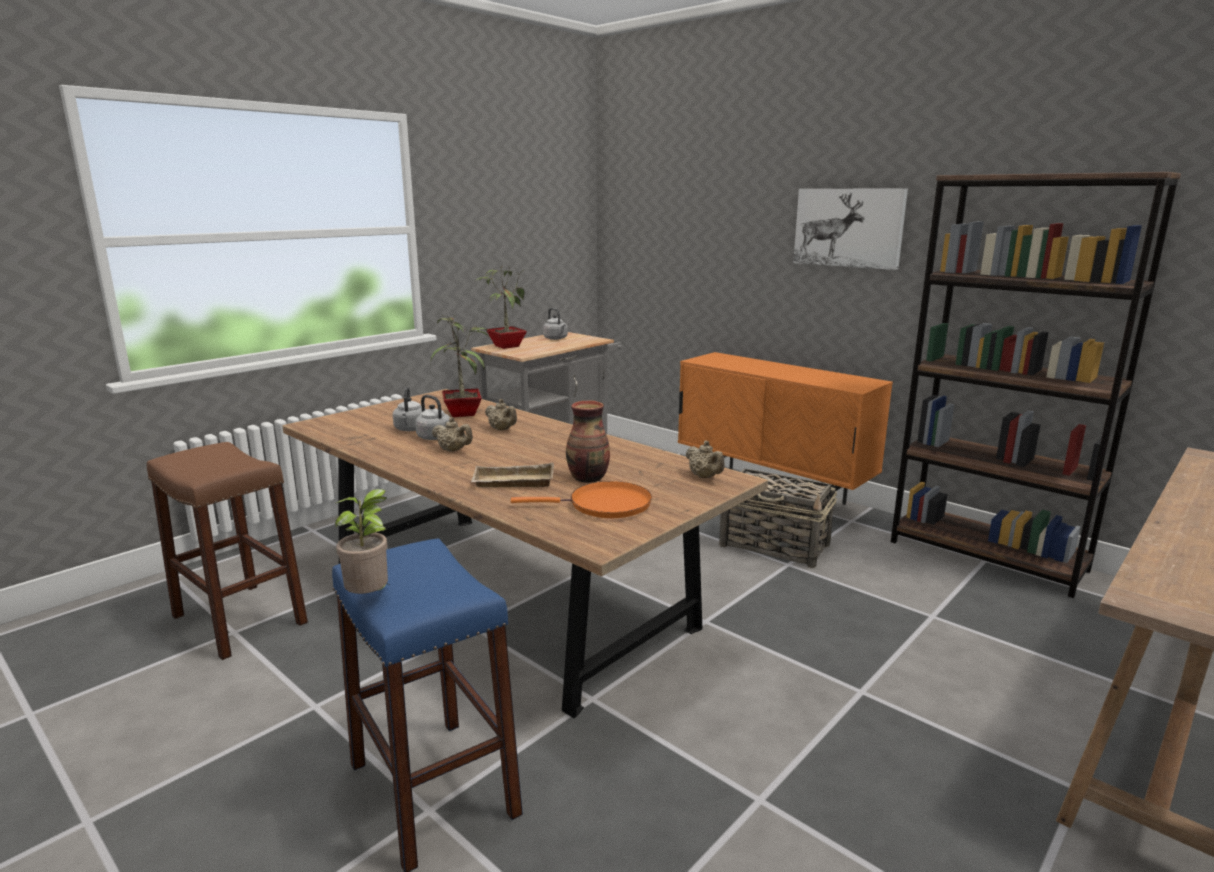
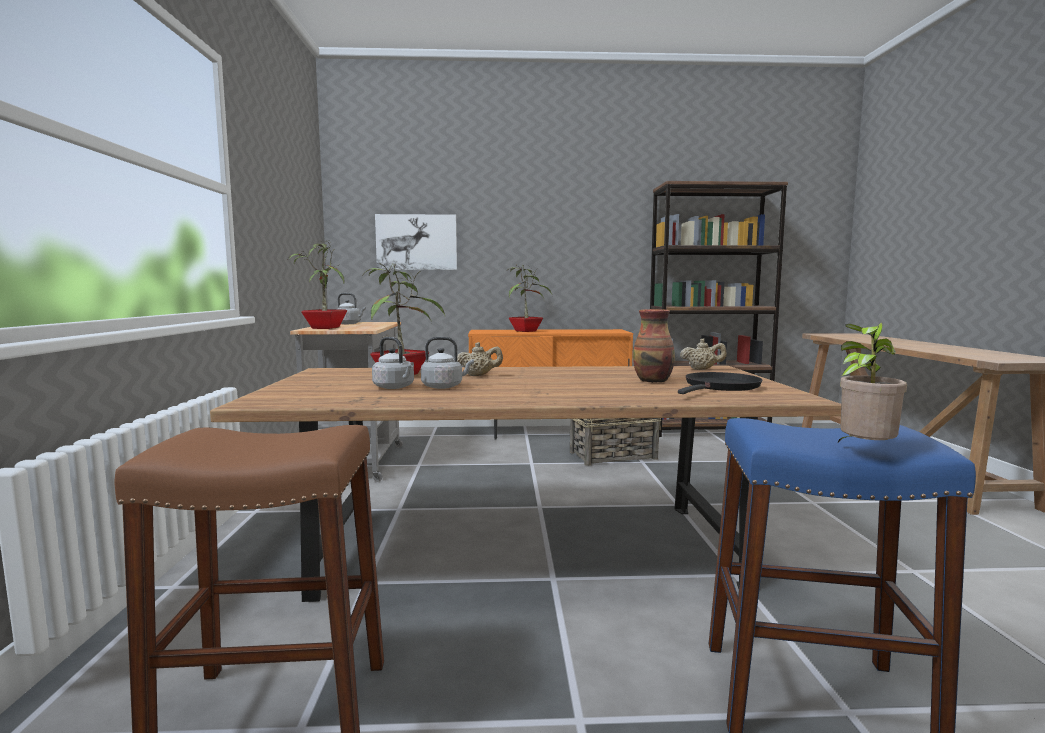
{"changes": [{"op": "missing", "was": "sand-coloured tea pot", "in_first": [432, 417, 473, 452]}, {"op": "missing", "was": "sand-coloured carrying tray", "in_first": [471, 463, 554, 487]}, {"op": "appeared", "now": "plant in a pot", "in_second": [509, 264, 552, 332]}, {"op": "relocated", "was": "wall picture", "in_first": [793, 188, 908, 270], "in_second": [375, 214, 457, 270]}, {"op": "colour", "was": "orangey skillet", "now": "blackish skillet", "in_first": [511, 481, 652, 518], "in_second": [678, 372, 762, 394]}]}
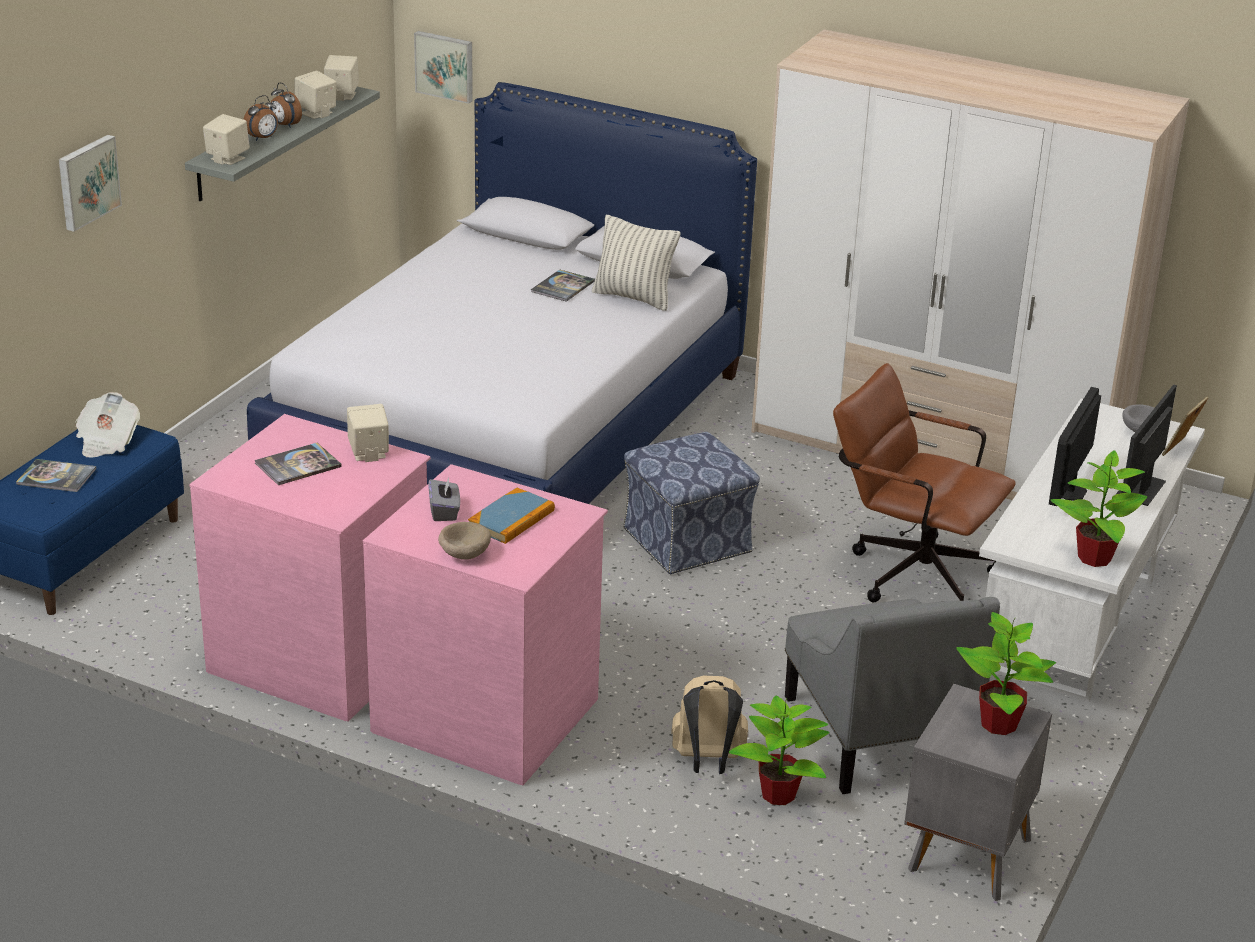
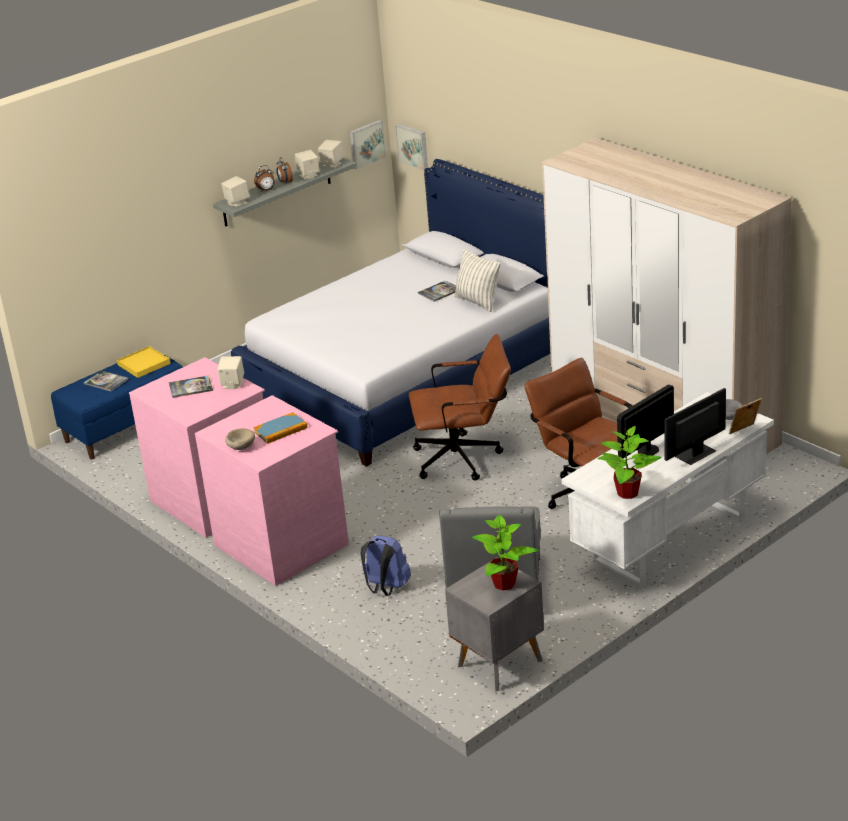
{"changes": [{"op": "missing", "was": "grey tissue box", "in_first": [428, 477, 460, 521]}, {"op": "missing", "was": "plant in a pot", "in_first": [729, 696, 830, 805]}, {"op": "relocated", "was": "wall picture", "in_first": [59, 135, 122, 232], "in_second": [350, 120, 386, 170]}, {"op": "exchanged", "was": "printed paper", "now": "yellow-coloured carrying tray", "in_first": [75, 392, 140, 458], "in_second": [117, 346, 171, 378]}, {"op": "exchanged", "was": "ottoman", "now": "brown computer chair", "in_first": [623, 432, 760, 574], "in_second": [409, 334, 511, 481]}, {"op": "colour", "was": "sand-coloured knapsack", "now": "blue-coloured knapsack", "in_first": [672, 675, 748, 774], "in_second": [360, 535, 411, 596]}]}
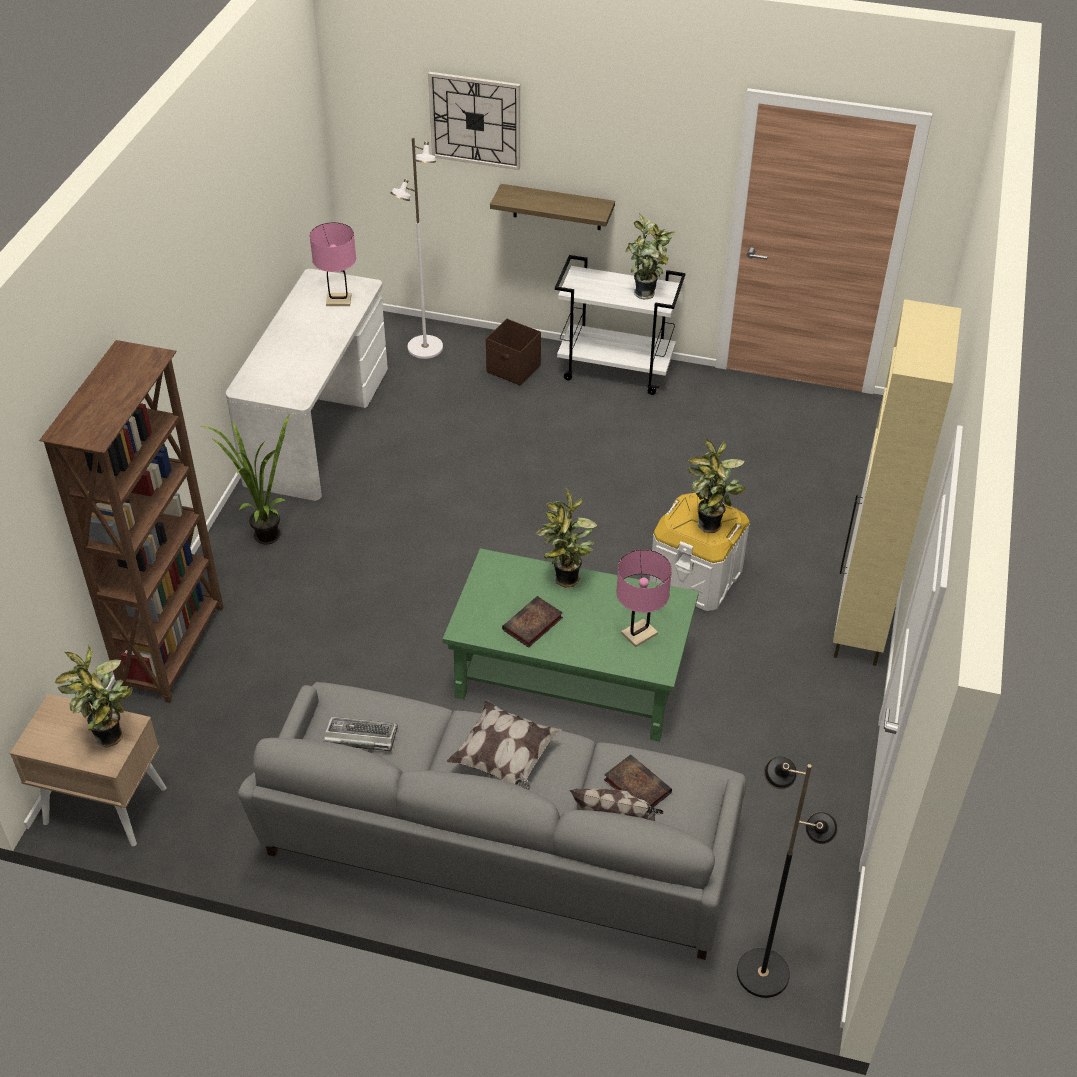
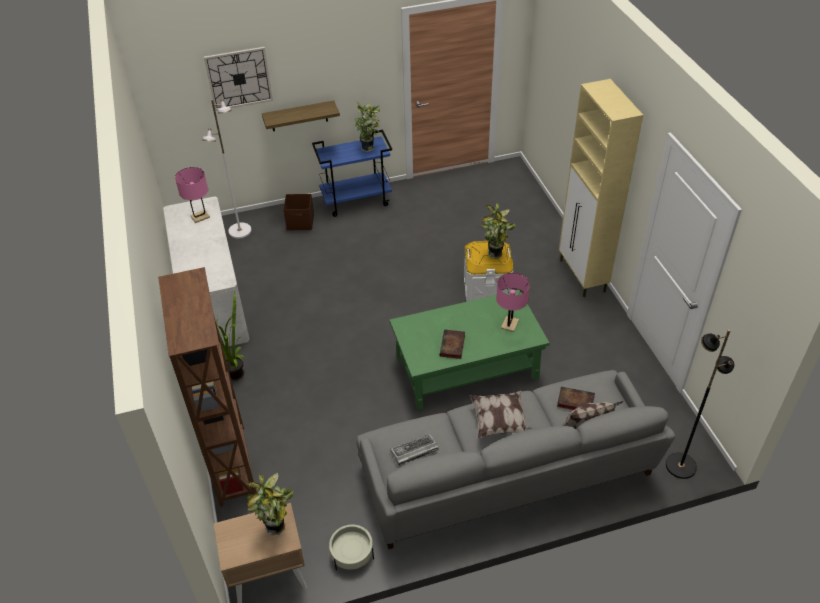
{"changes": [{"op": "missing", "was": "plant in a pot", "in_first": [535, 488, 597, 588]}, {"op": "appeared", "now": "sand-coloured plant pot", "in_second": [329, 524, 374, 570]}, {"op": "colour", "was": "whitish cart", "now": "blue-coloured cart", "in_first": [555, 255, 686, 395], "in_second": [312, 130, 392, 217]}]}
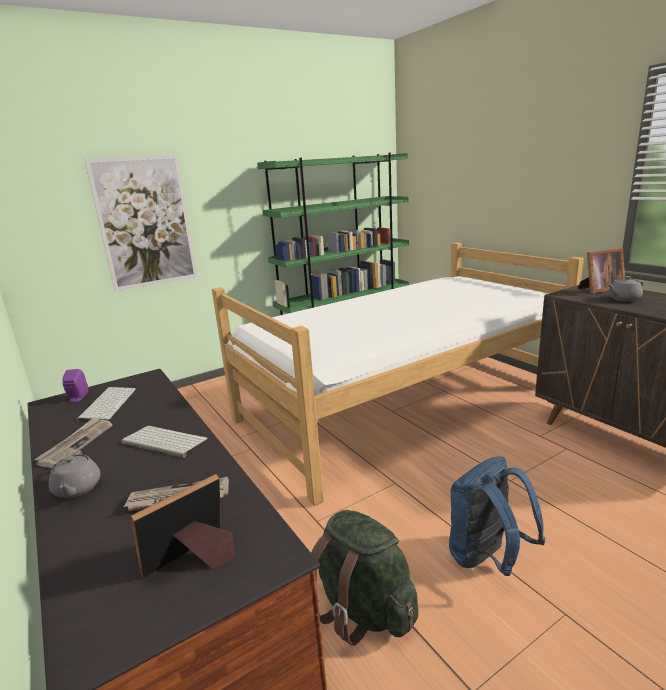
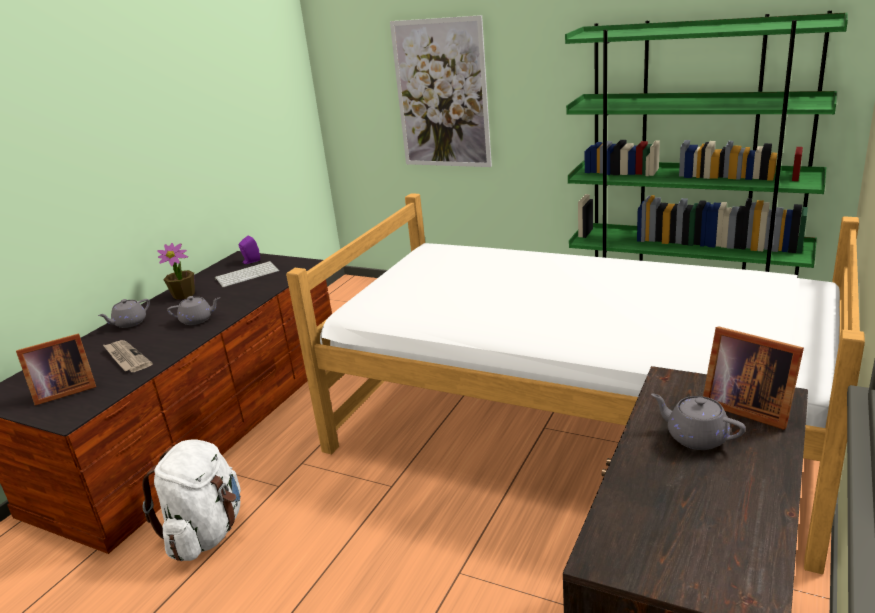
{"changes": [{"op": "missing", "was": "blue-coloured knapsack", "in_first": [449, 457, 545, 576]}, {"op": "exchanged", "was": "printed paper", "now": "plant in a pot", "in_first": [35, 417, 113, 468], "in_second": [157, 243, 195, 300]}, {"op": "exchanged", "was": "keyboard", "now": "grey tea pot", "in_first": [121, 426, 208, 458], "in_second": [167, 296, 220, 325]}, {"op": "colour", "was": "green-coloured knapsack", "now": "whitish knapsack", "in_first": [311, 510, 418, 646], "in_second": [142, 439, 241, 561]}, {"op": "spun", "was": "photo frame", "in_first": [131, 474, 236, 578], "in_second": [16, 333, 96, 406], "clockwise": 135}]}
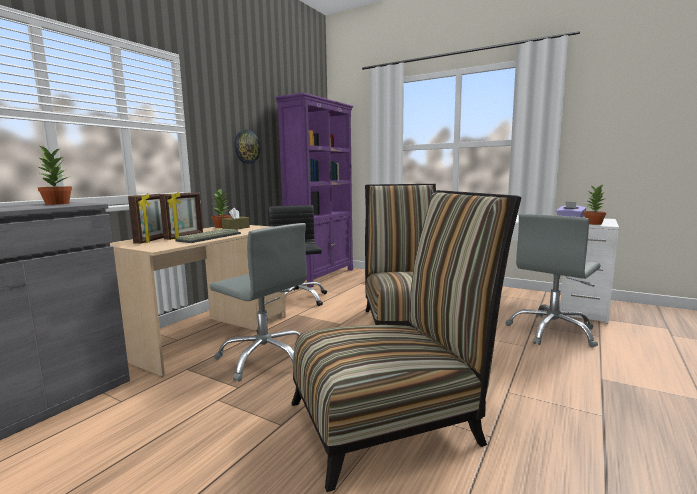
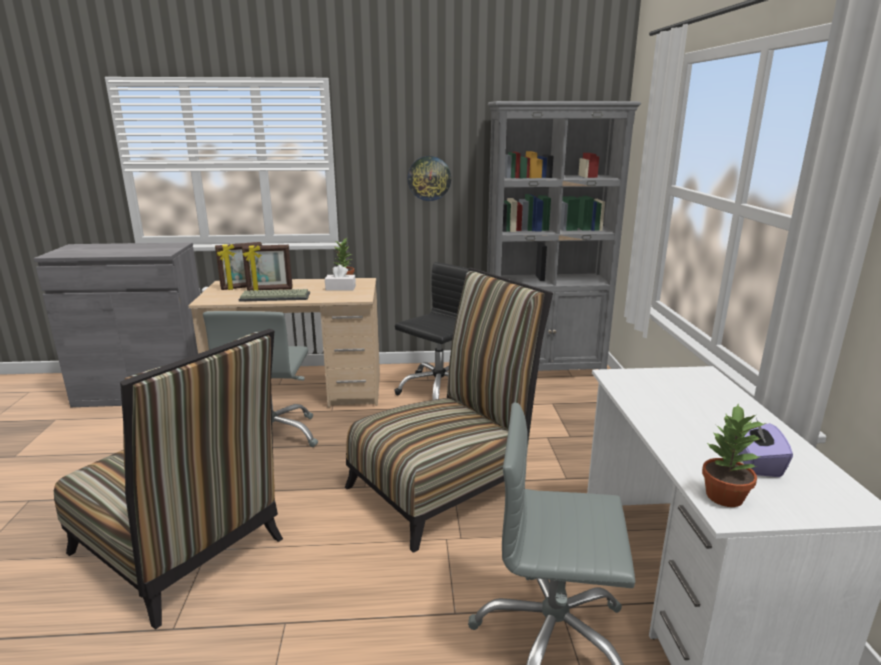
{"changes": [{"op": "missing", "was": "plant in a pot", "in_first": [36, 145, 72, 205]}, {"op": "colour", "was": "brown tissue box", "now": "whitish tissue box", "in_first": [222, 208, 250, 230], "in_second": [325, 265, 356, 291]}, {"op": "colour", "was": "purplish shelving unit", "now": "grey shelving unit", "in_first": [276, 93, 353, 287], "in_second": [487, 101, 641, 371]}]}
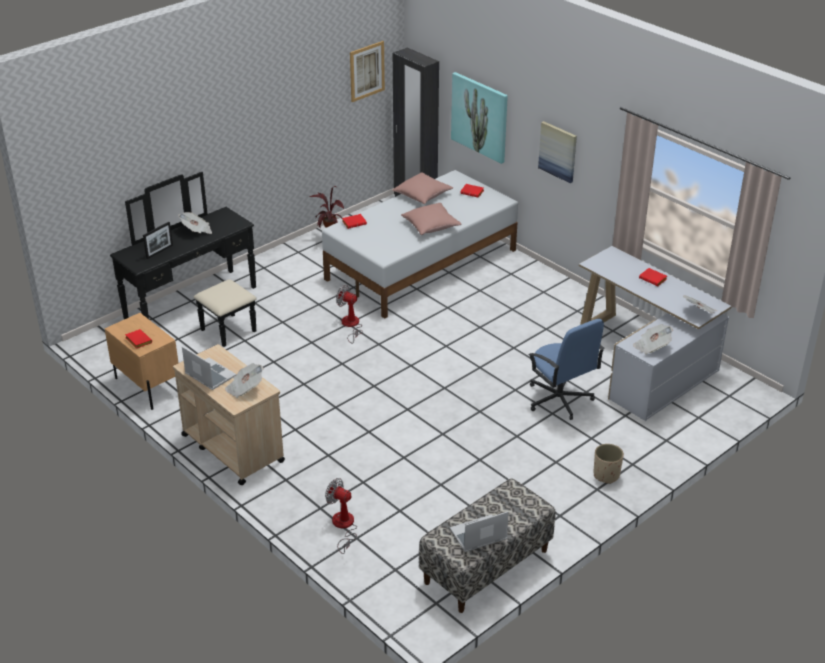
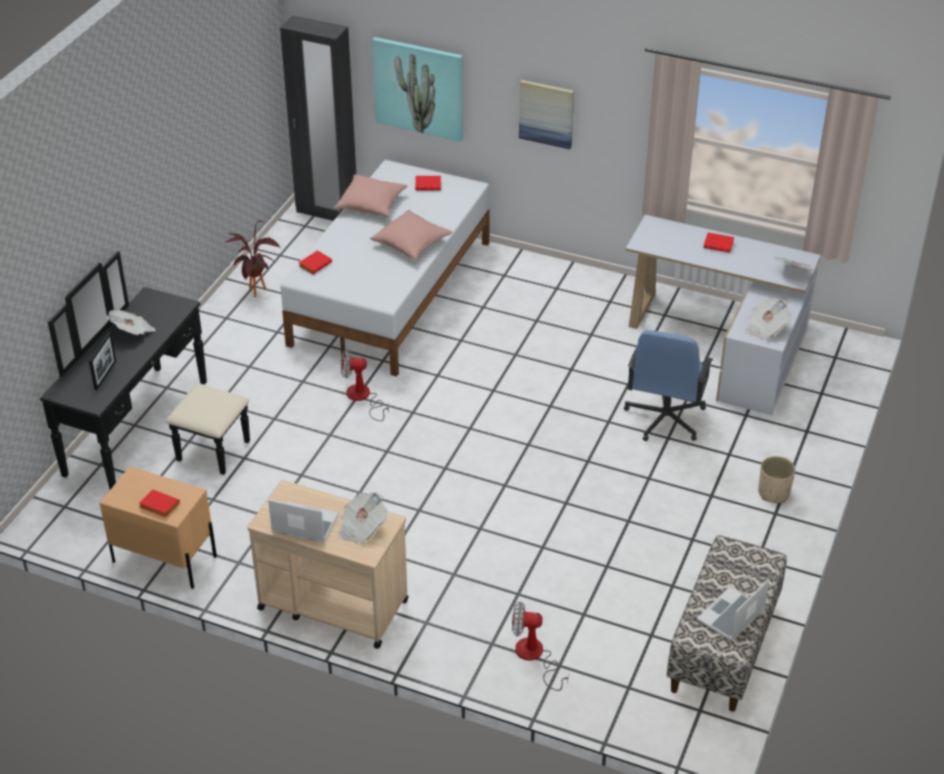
{"changes": [{"op": "missing", "was": "wall picture", "in_first": [350, 41, 385, 102]}, {"op": "spun", "was": "blue-coloured computer chair", "in_first": [528, 319, 605, 420], "in_second": [624, 330, 713, 441], "clockwise": 75}]}
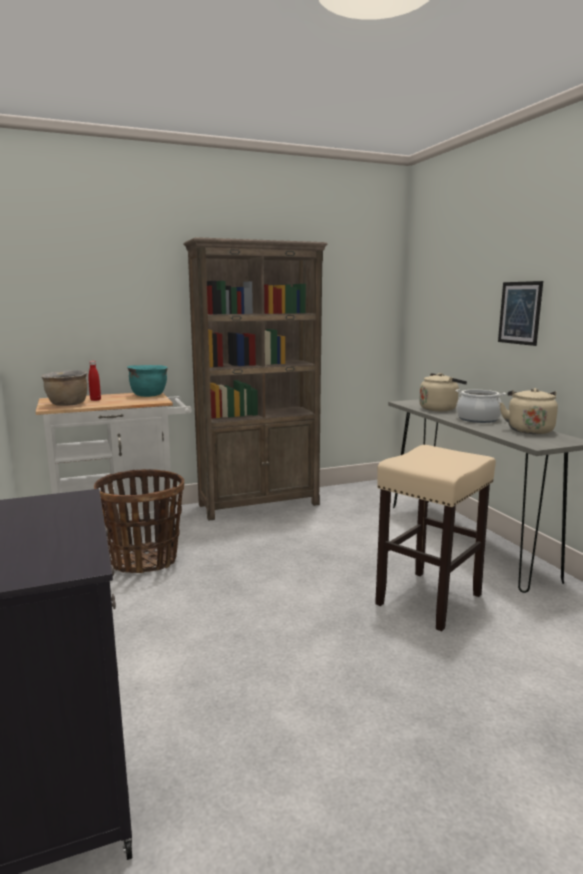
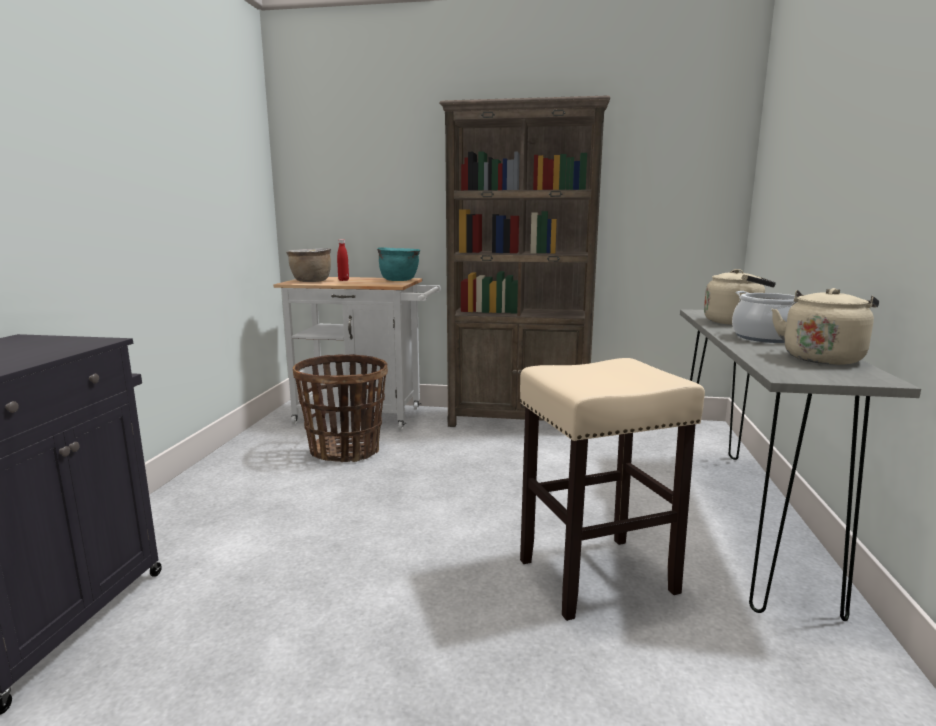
{"changes": [{"op": "missing", "was": "wall picture", "in_first": [498, 281, 543, 346]}]}
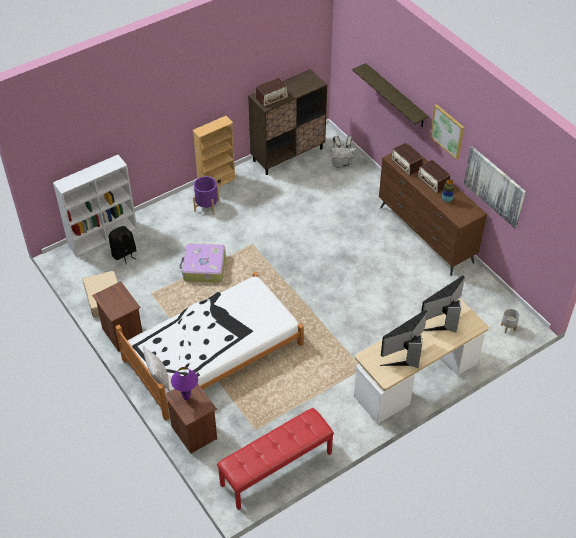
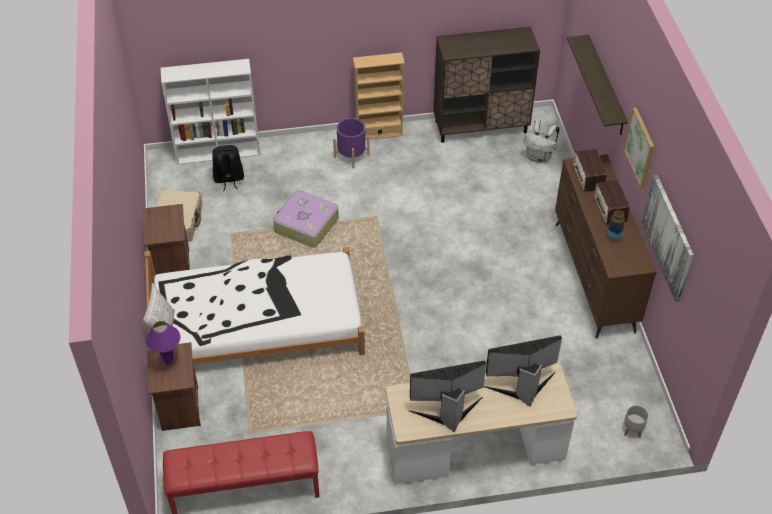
{"changes": [{"op": "missing", "was": "radio", "in_first": [255, 78, 288, 107]}]}
